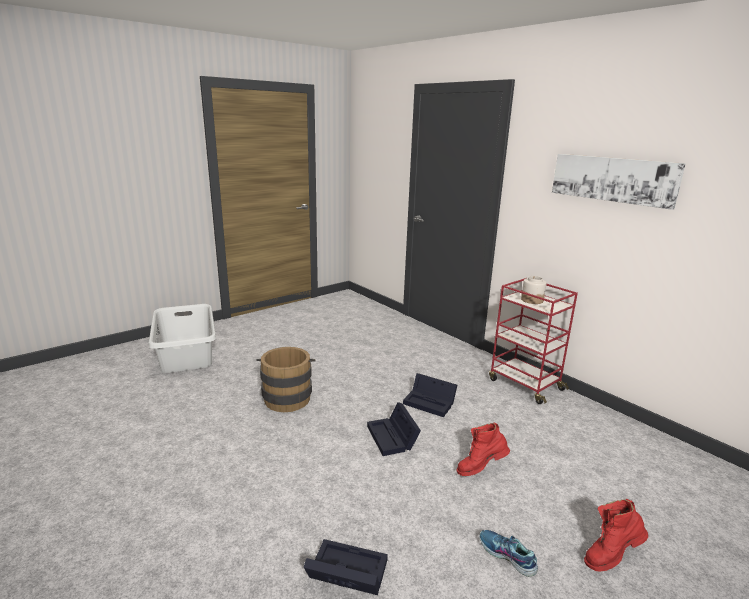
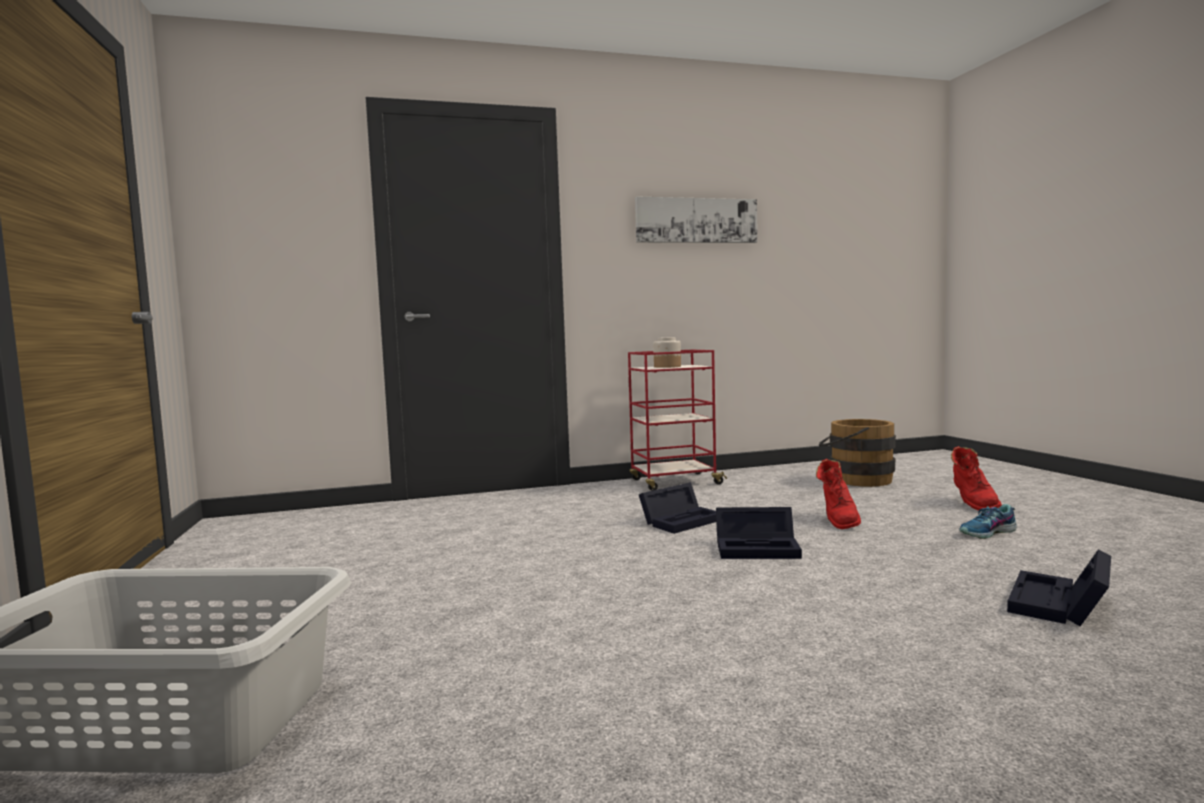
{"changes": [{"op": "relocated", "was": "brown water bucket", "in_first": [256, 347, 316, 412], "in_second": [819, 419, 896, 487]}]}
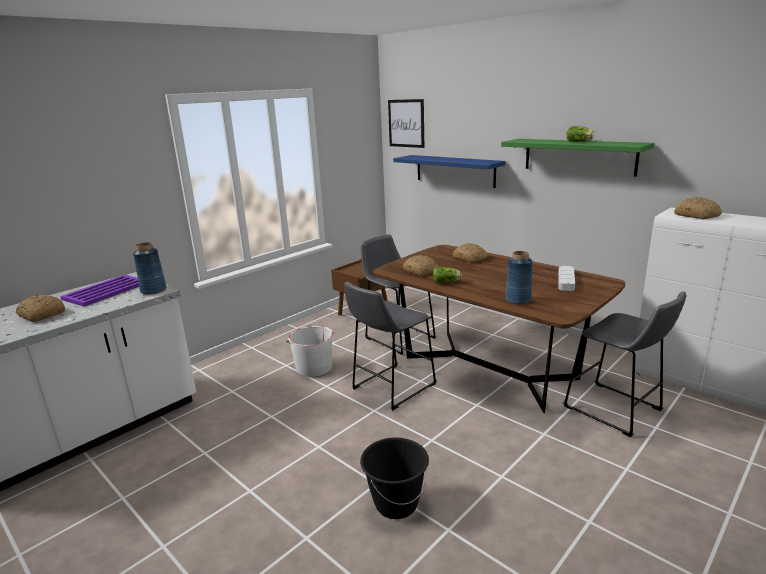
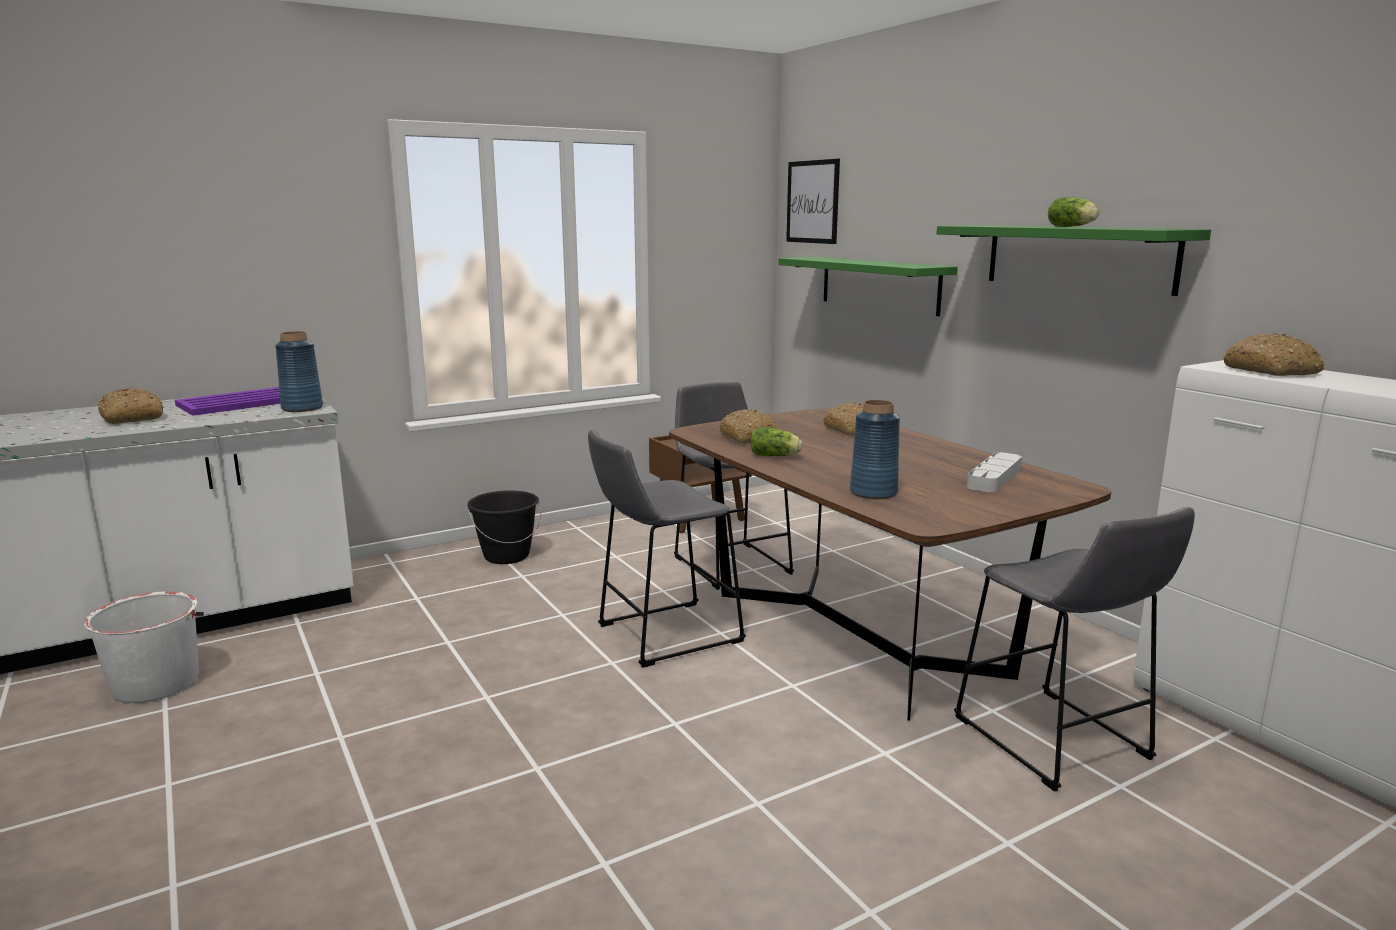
{"changes": [{"op": "relocated", "was": "whitish water bucket", "in_first": [286, 325, 334, 377], "in_second": [84, 591, 204, 703]}, {"op": "relocated", "was": "blackish water bucket", "in_first": [360, 437, 429, 519], "in_second": [467, 491, 541, 564]}, {"op": "colour", "was": "blue-coloured bracket shelf", "now": "green-coloured bracket shelf", "in_first": [393, 155, 505, 188], "in_second": [778, 257, 958, 316]}]}
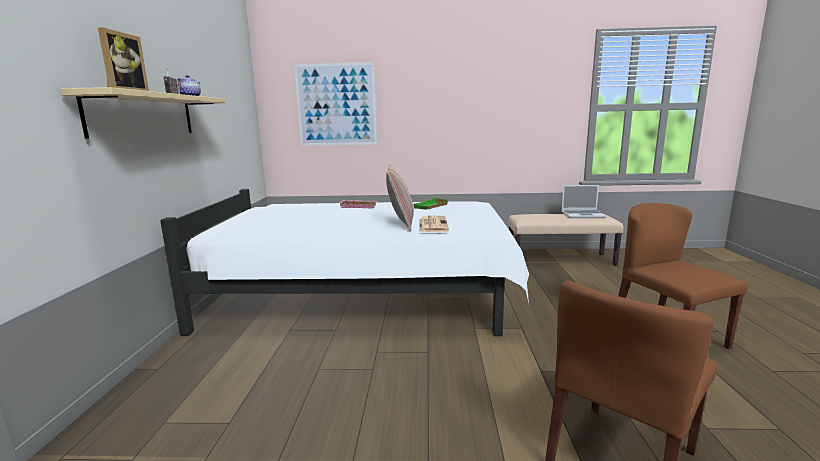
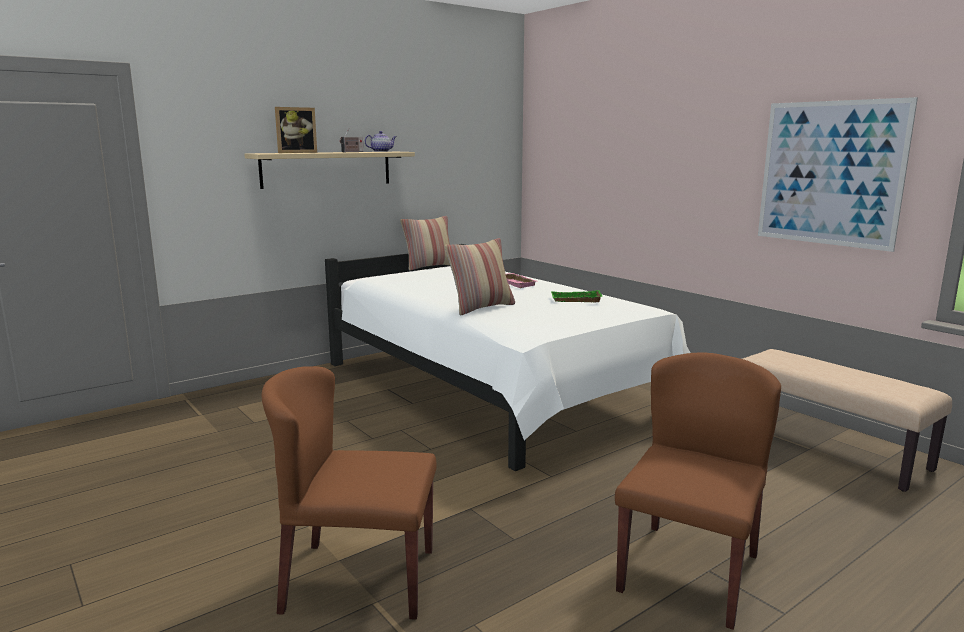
{"changes": [{"op": "missing", "was": "printed paper", "in_first": [419, 215, 449, 232]}, {"op": "missing", "was": "notebook computer", "in_first": [561, 185, 606, 218]}, {"op": "appeared", "now": "pillow", "in_second": [400, 216, 450, 271]}, {"op": "relocated", "was": "wall picture", "in_first": [294, 62, 377, 146], "in_second": [758, 97, 918, 252]}]}
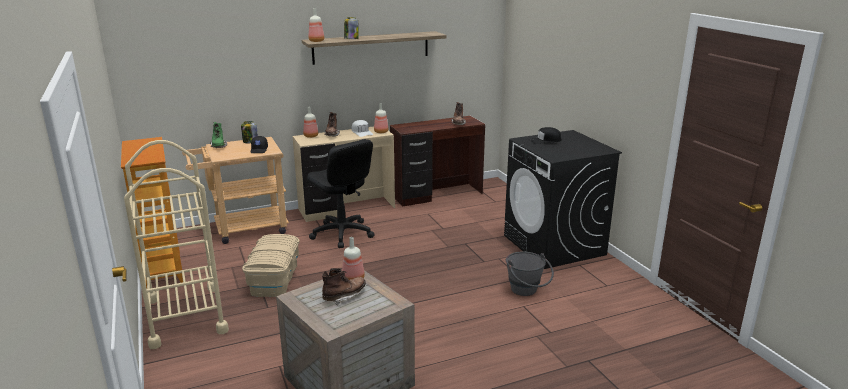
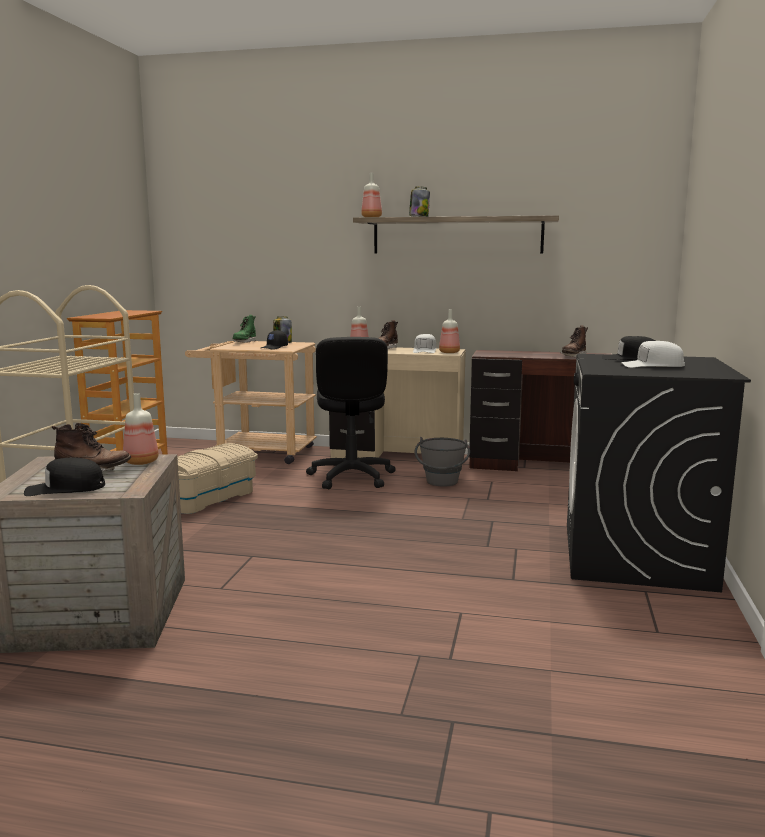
{"changes": [{"op": "appeared", "now": "blackish cap", "in_second": [24, 457, 105, 496]}, {"op": "appeared", "now": "whitish cap", "in_second": [621, 341, 685, 368]}, {"op": "relocated", "was": "grey water bucket", "in_first": [506, 251, 554, 296], "in_second": [414, 437, 470, 487]}]}
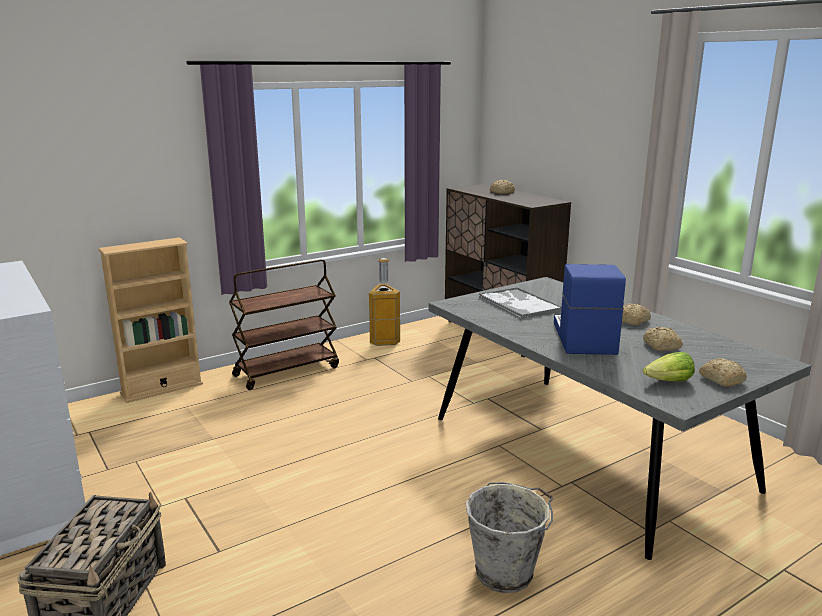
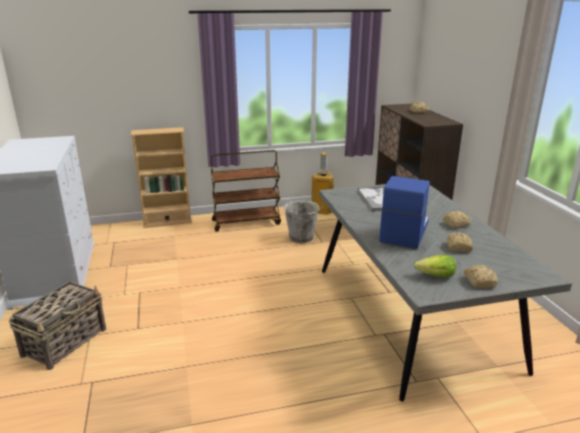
{"changes": [{"op": "relocated", "was": "grey water bucket", "in_first": [465, 482, 553, 593], "in_second": [284, 200, 324, 243]}]}
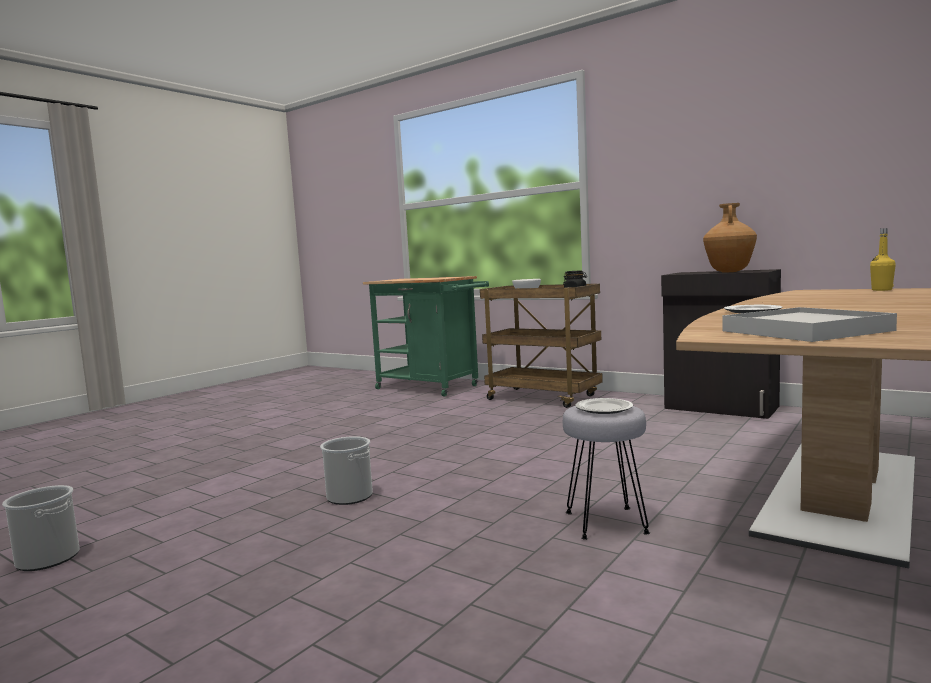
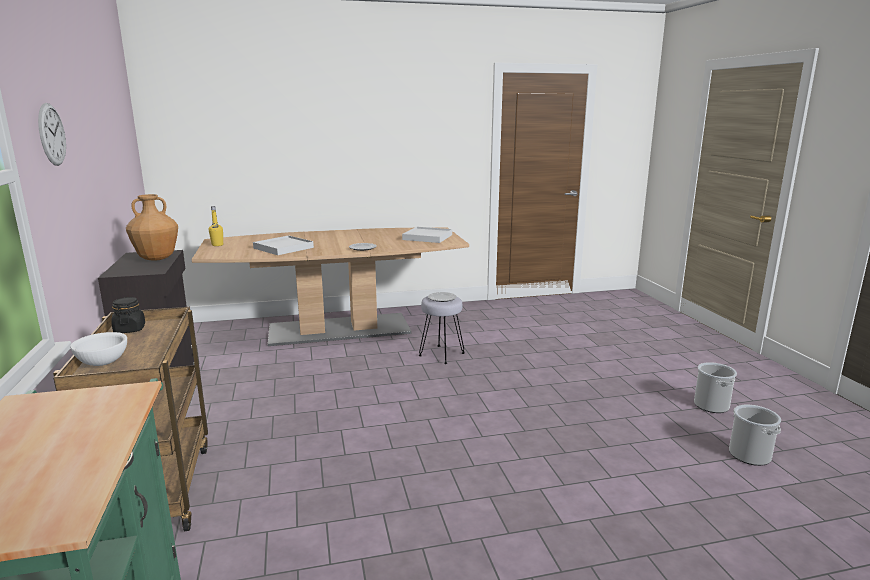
{"changes": [{"op": "appeared", "now": "hanging clock", "in_second": [38, 103, 66, 166]}, {"op": "appeared", "now": "whitish carrying tray", "in_second": [253, 235, 314, 255]}, {"op": "relocated", "was": "water bucket", "in_first": [320, 436, 373, 505], "in_second": [694, 362, 737, 413]}]}
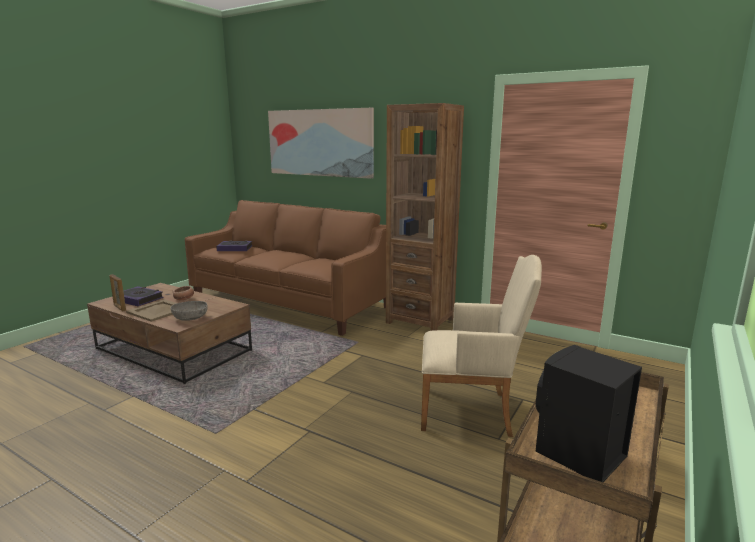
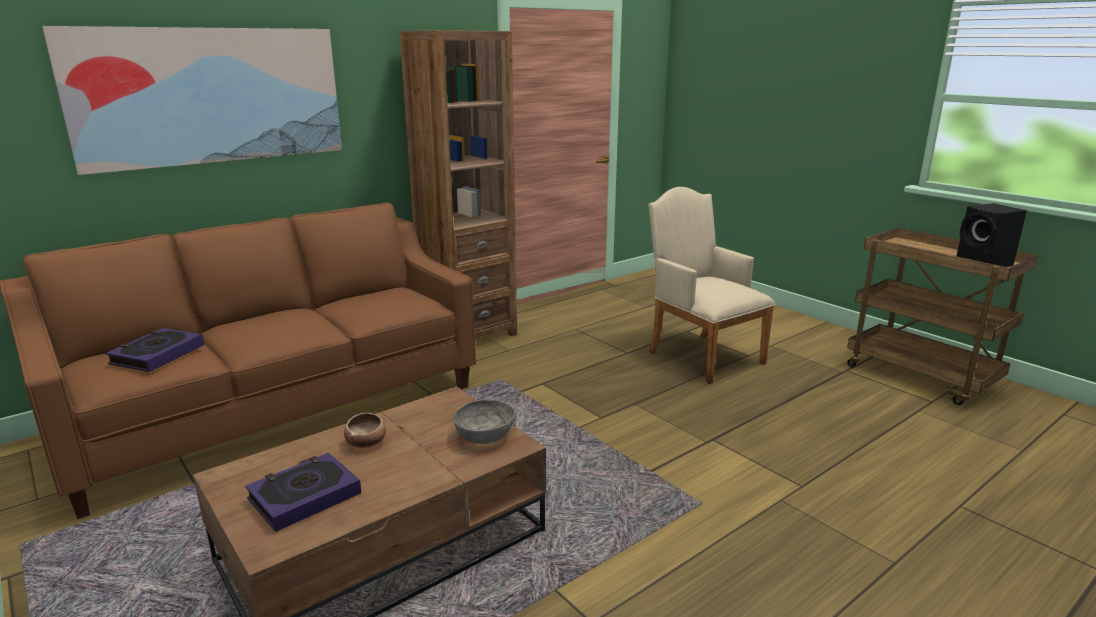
{"changes": [{"op": "missing", "was": "photo frame", "in_first": [110, 274, 126, 311]}, {"op": "missing", "was": "sand-coloured carrying tray", "in_first": [126, 299, 177, 322]}, {"op": "spun", "was": "sand-coloured armchair", "in_first": [421, 255, 542, 437], "in_second": [649, 187, 775, 384], "clockwise": -60}]}
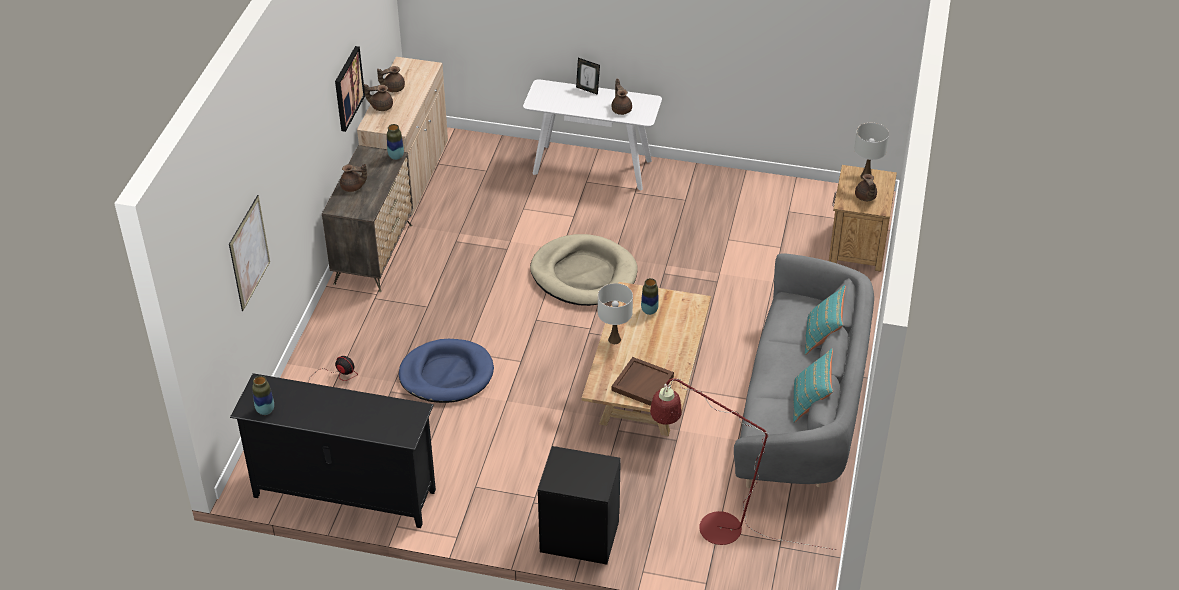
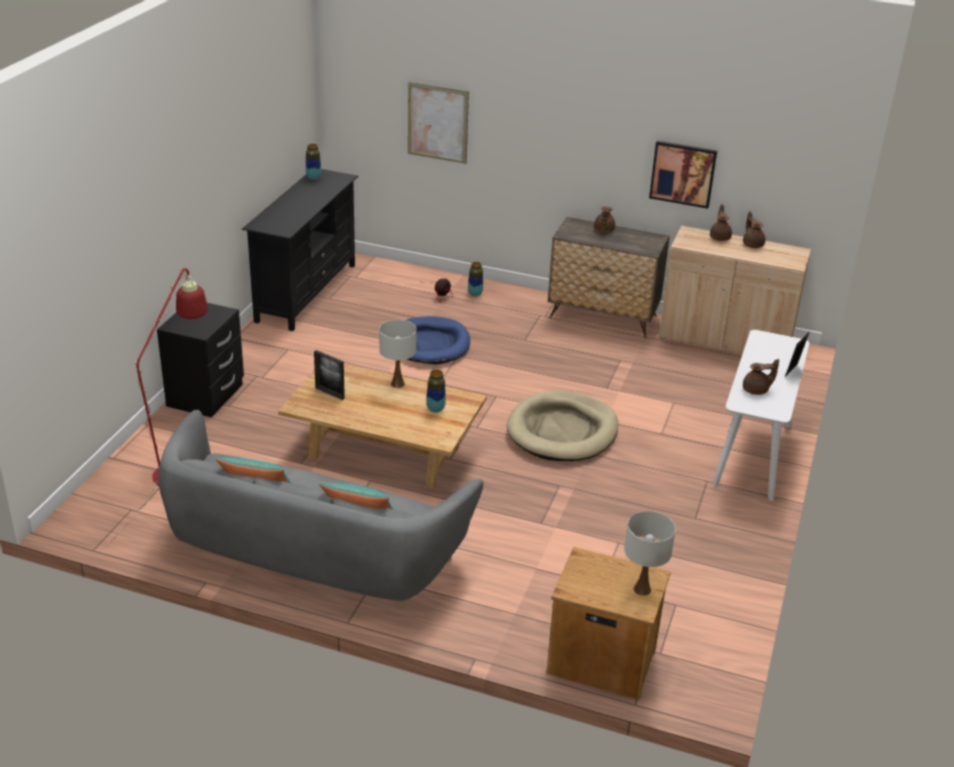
{"changes": [{"op": "missing", "was": "brown tea pot", "in_first": [855, 174, 877, 201]}, {"op": "relocated", "was": "decorative vase", "in_first": [387, 124, 404, 160], "in_second": [468, 262, 483, 296]}, {"op": "exchanged", "was": "brown carrying tray", "now": "photo frame", "in_first": [611, 357, 674, 406], "in_second": [314, 350, 345, 400]}]}
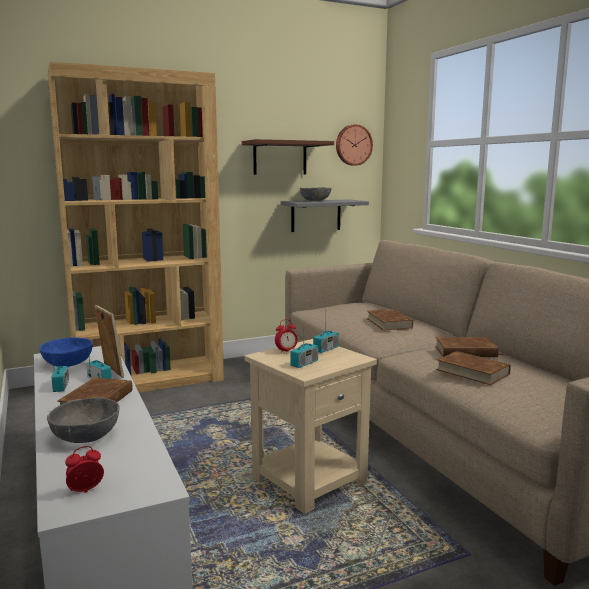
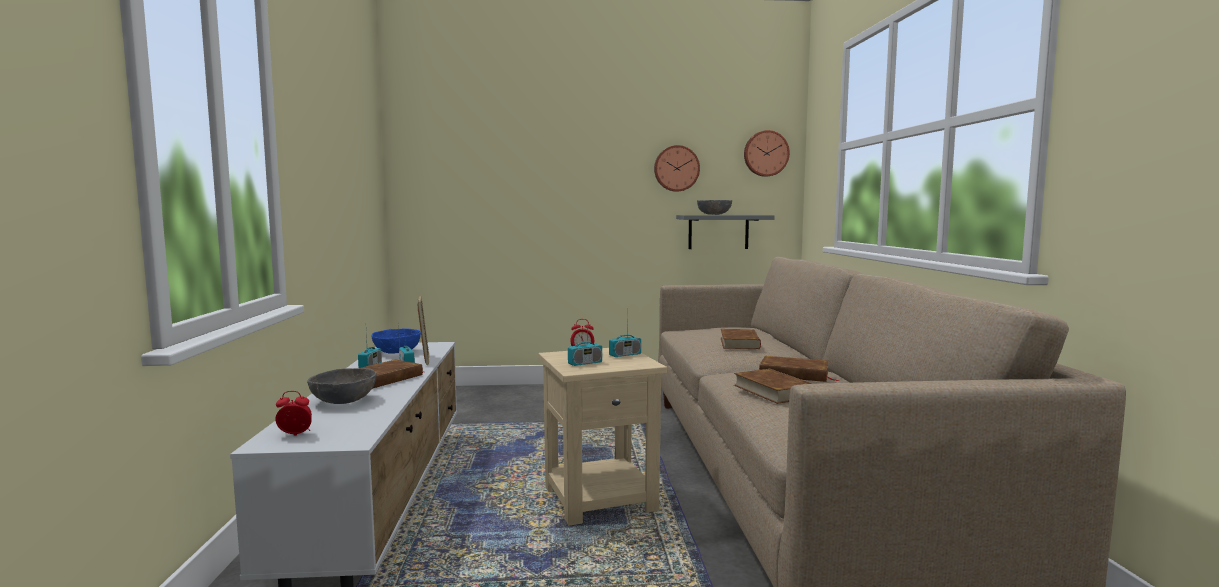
{"changes": [{"op": "missing", "was": "brown shelving unit", "in_first": [47, 61, 224, 392]}, {"op": "exchanged", "was": "brown bracket shelf", "now": "hanging clock", "in_first": [242, 139, 334, 175], "in_second": [654, 145, 700, 192]}]}
